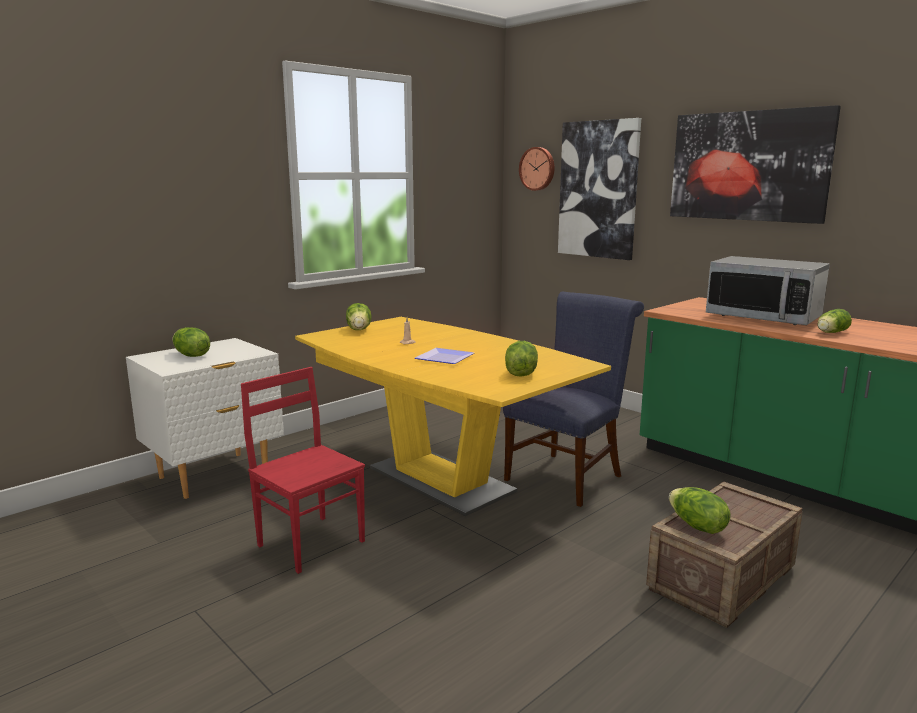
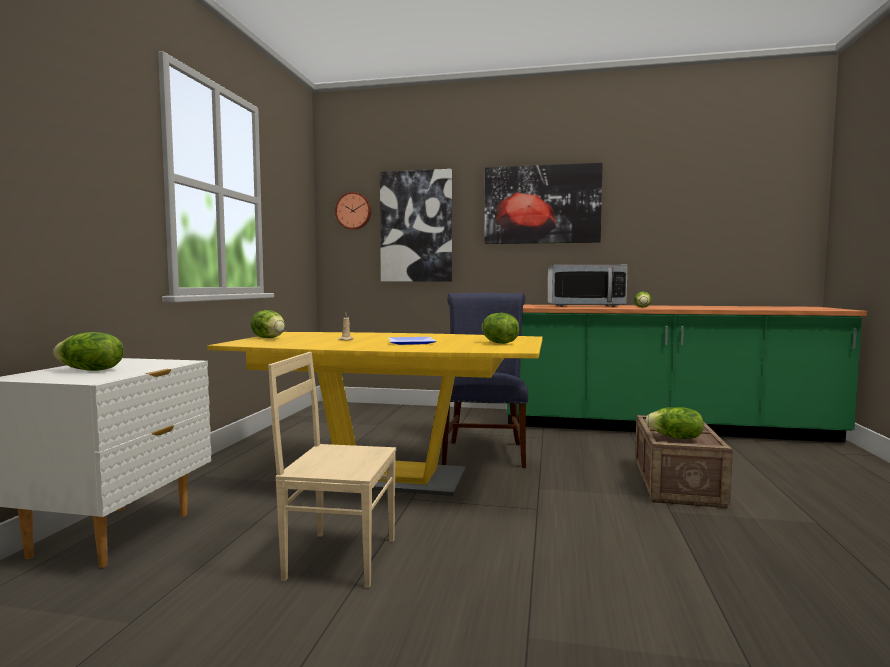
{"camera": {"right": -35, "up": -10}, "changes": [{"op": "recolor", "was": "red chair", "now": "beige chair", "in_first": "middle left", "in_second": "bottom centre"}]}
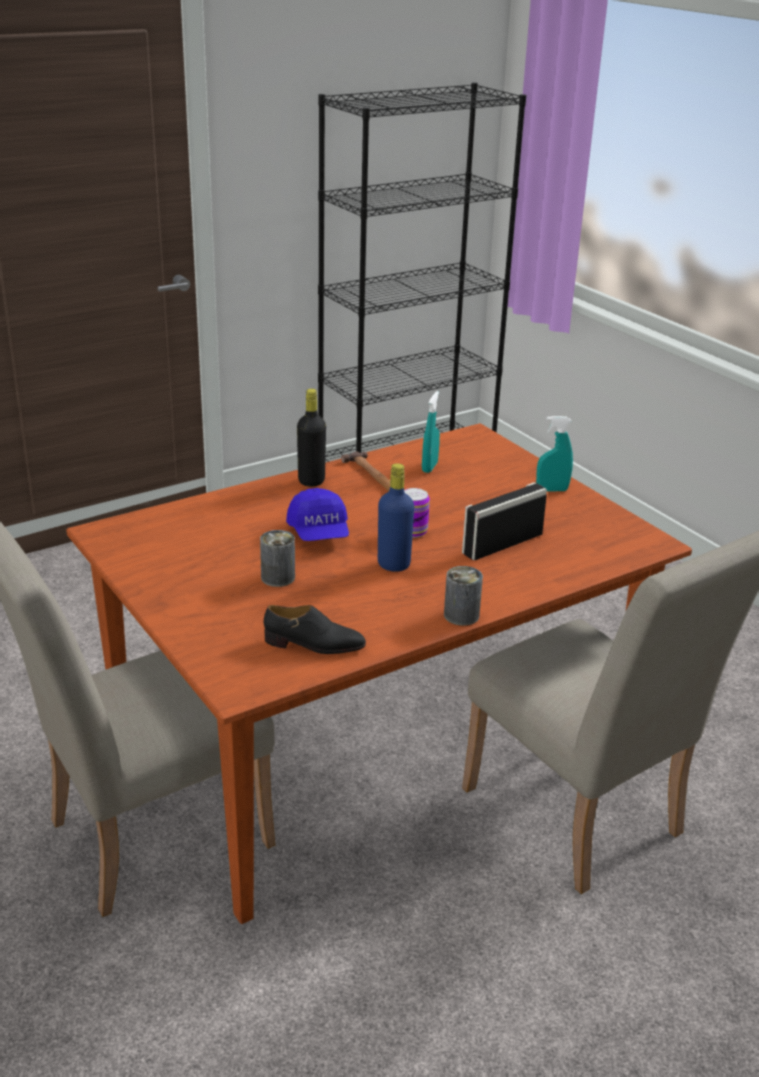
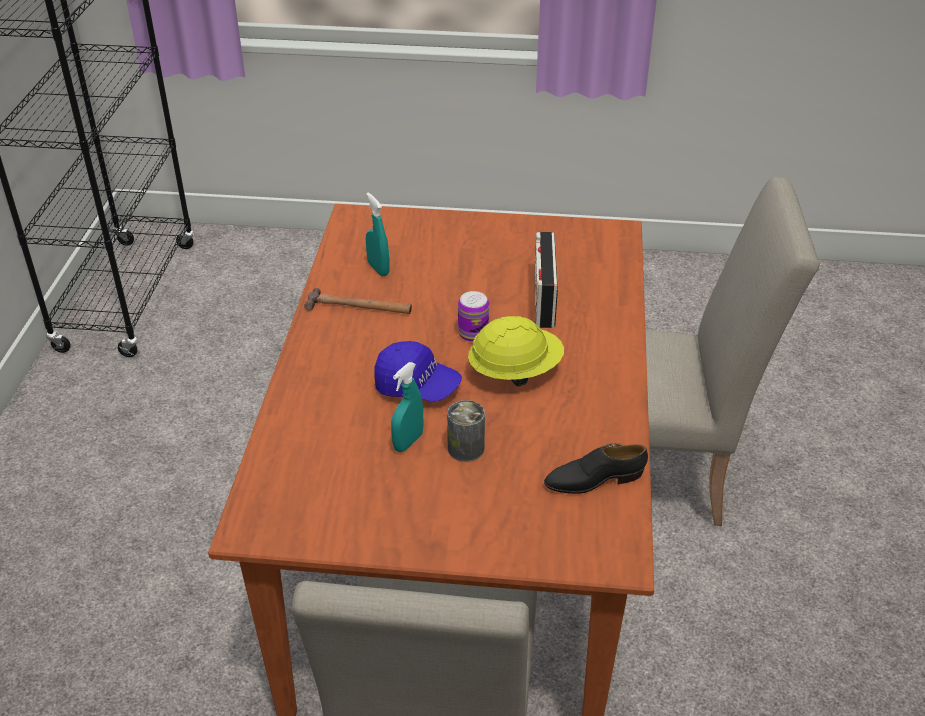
{"camera": {"right": -50, "up": 10}, "changes": [{"op": "rotate", "was": "black shoe", "in_first": "centre", "in_second": "centre", "clockwise": -150}, {"op": "delete", "was": "black bottle", "in_first": "centre"}, {"op": "replace", "was": "blue bottle", "now": "yellow hard hat", "in_first": "centre", "in_second": "centre"}, {"op": "delete", "was": "can (3rd from left)", "in_first": "centre"}, {"op": "move", "was": "turquoise spray bottle (2nd from left)", "in_first": "middle right", "in_second": "centre"}]}
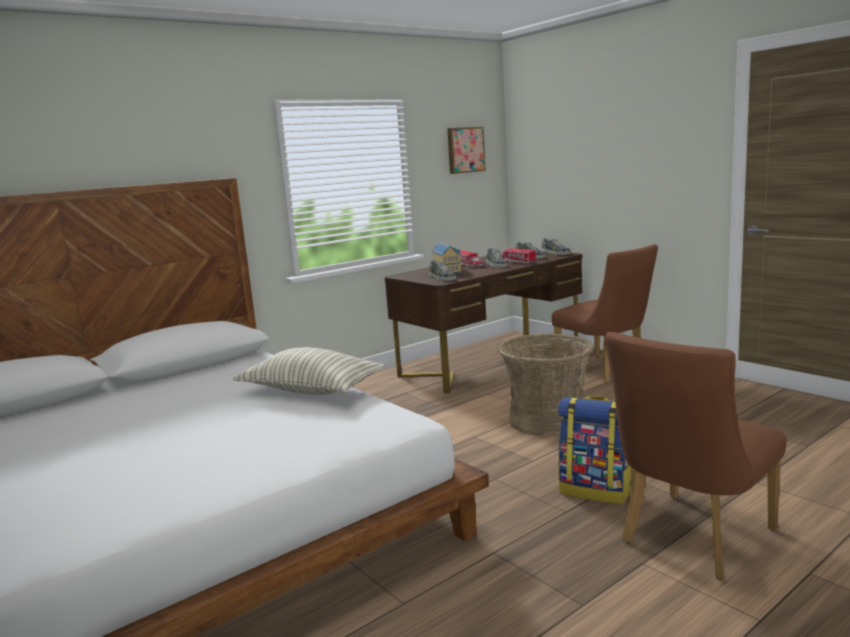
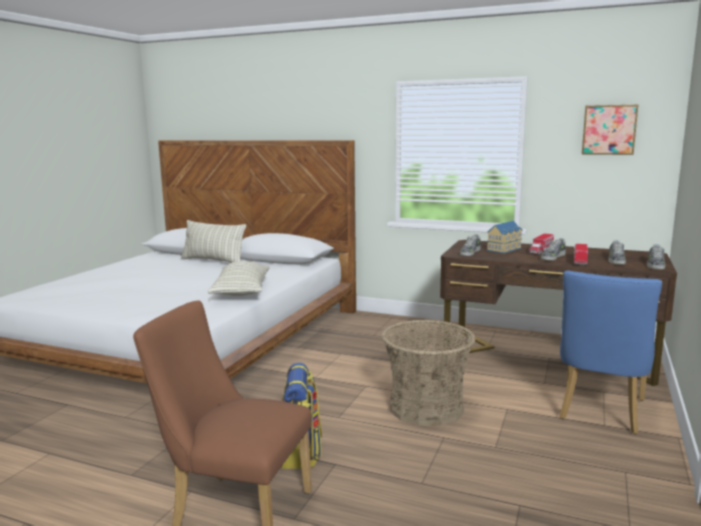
{"camera": {"right": 60, "up": 0}, "changes": [{"op": "recolor", "was": "brown chair (1st from left)", "now": "blue chair", "in_first": "middle right", "in_second": "bottom right"}, {"op": "insert", "now": "pillow (1st from left)", "in_second": "middle left"}]}
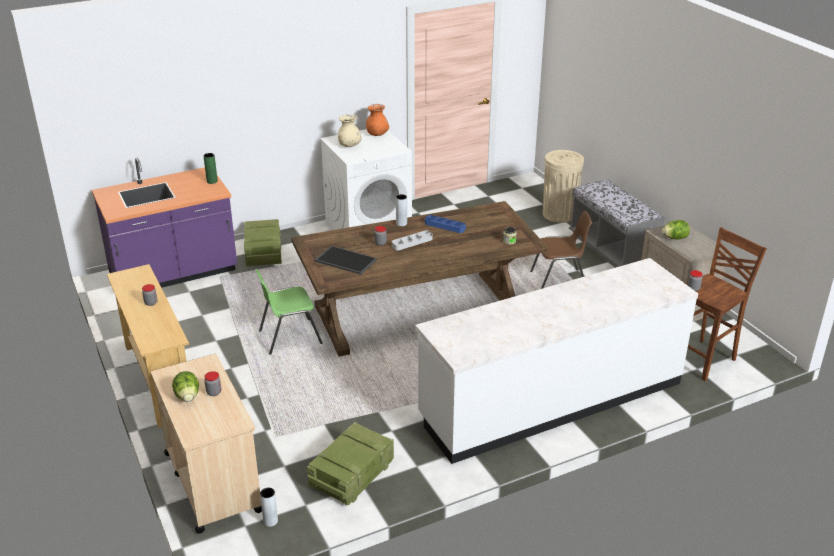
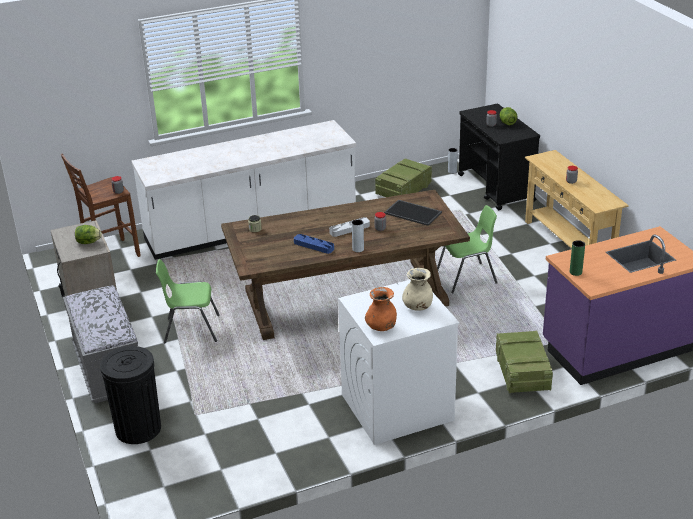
{"camera": {"right": -175, "up": 0}, "changes": [{"op": "recolor", "was": "beige cart", "now": "black cart", "in_first": "bottom left", "in_second": "top right"}, {"op": "recolor", "was": "brown chair", "now": "green chair (1st from left)", "in_first": "middle right", "in_second": "middle left"}, {"op": "recolor", "was": "beige trash can", "now": "black trash can", "in_first": "middle right", "in_second": "bottom left"}]}
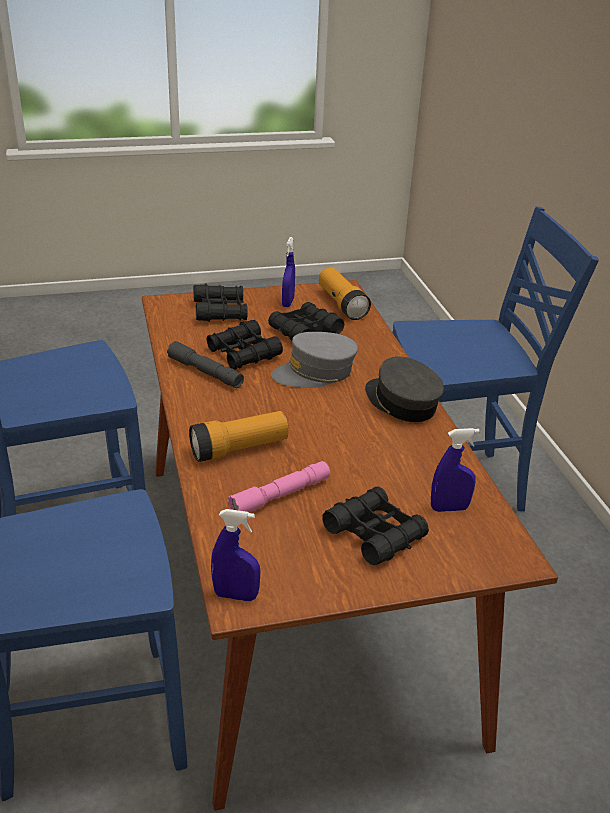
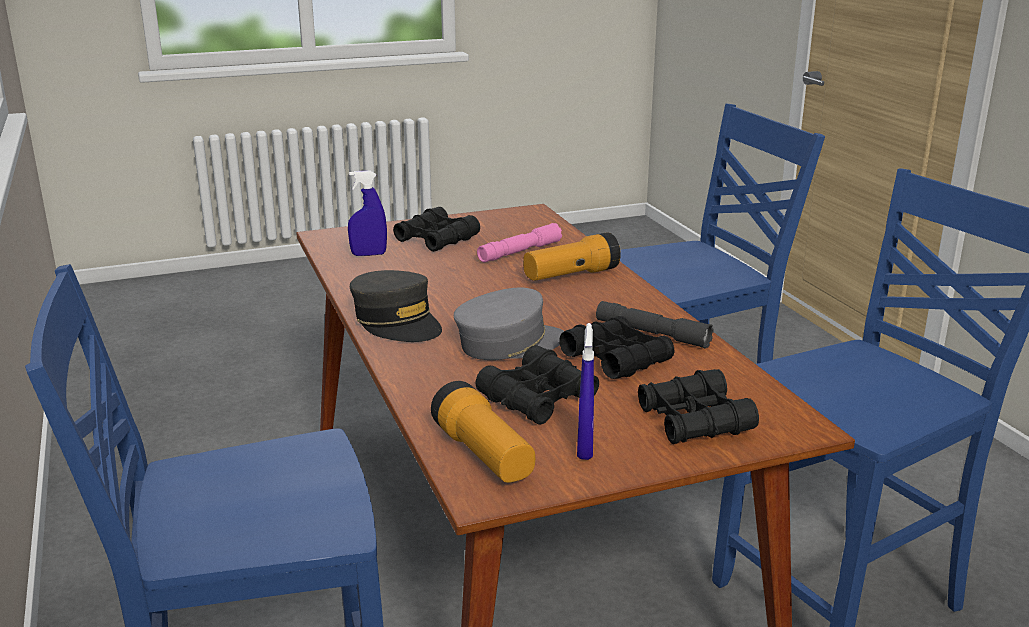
{"camera": {"right": 175, "up": -10}, "changes": [{"op": "delete", "was": "blue spray bottle (1st from left)", "in_first": "bottom centre"}]}
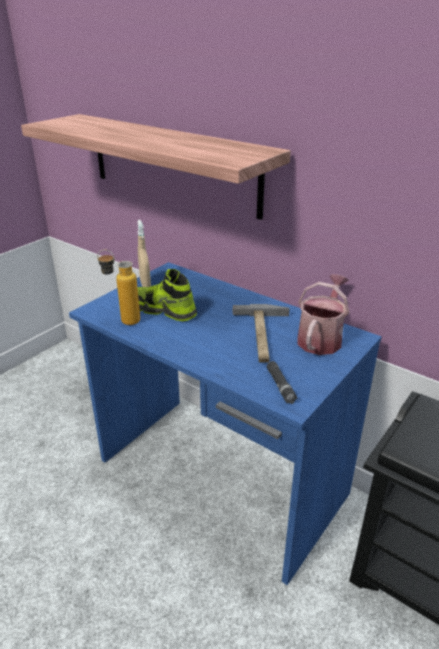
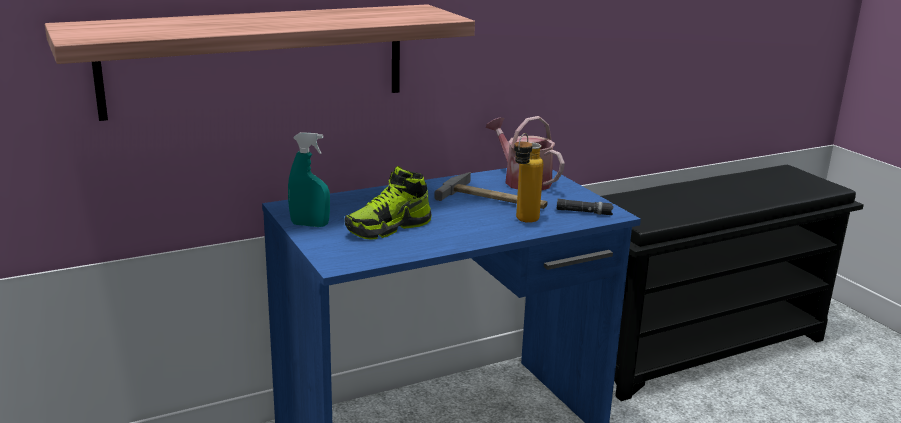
{"camera": {"right": -65, "up": -10}, "changes": [{"op": "move", "was": "bottle", "in_first": "middle left", "in_second": "centre"}, {"op": "recolor", "was": "beige spray bottle", "now": "turquoise spray bottle", "in_first": "middle left", "in_second": "centre"}]}
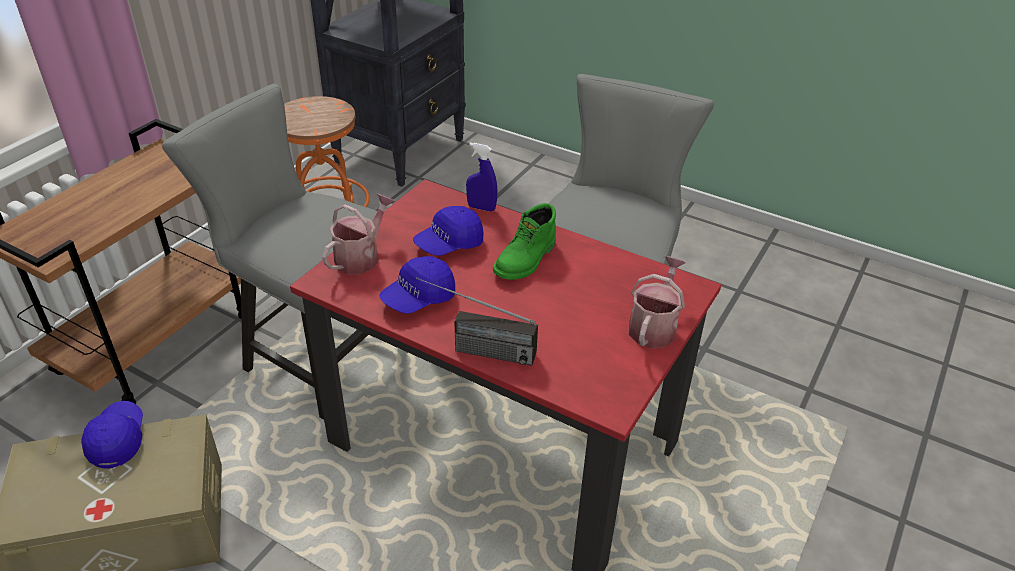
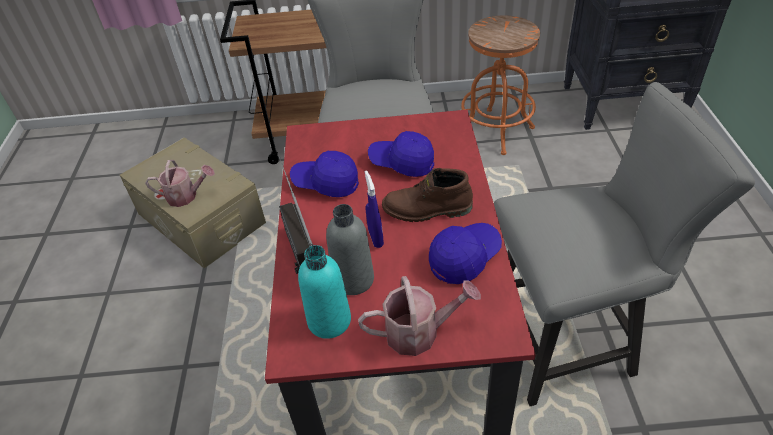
{"camera": {"right": 60, "up": 5}, "changes": [{"op": "move", "was": "blue cap (1st from left in the first image)", "now": "blue cap (3rd from left)", "in_first": "bottom left", "in_second": "centre"}, {"op": "move", "was": "watering can (1st from left)", "in_first": "centre", "in_second": "middle left"}, {"op": "move", "was": "blue spray bottle", "in_first": "top centre", "in_second": "centre"}, {"op": "recolor", "was": "green boot", "now": "brown boot", "in_first": "centre", "in_second": "centre"}, {"op": "insert", "now": "turquoise bottle", "in_second": "bottom centre"}, {"op": "insert", "now": "grey bottle", "in_second": "centre"}]}
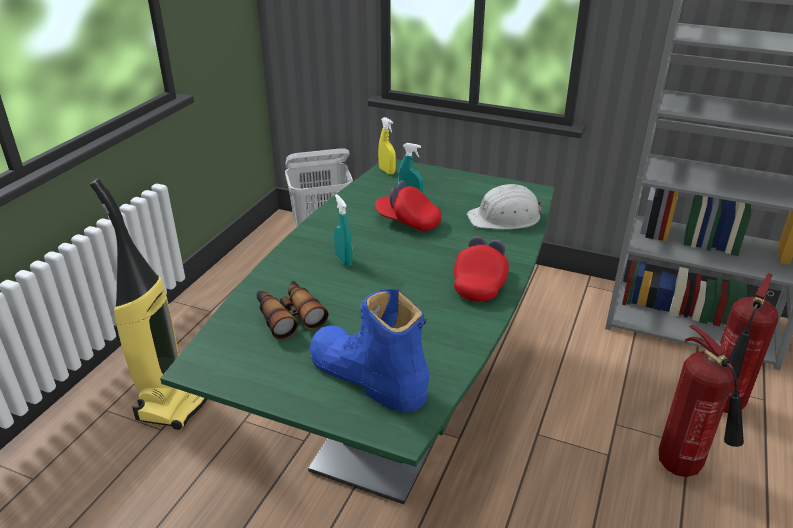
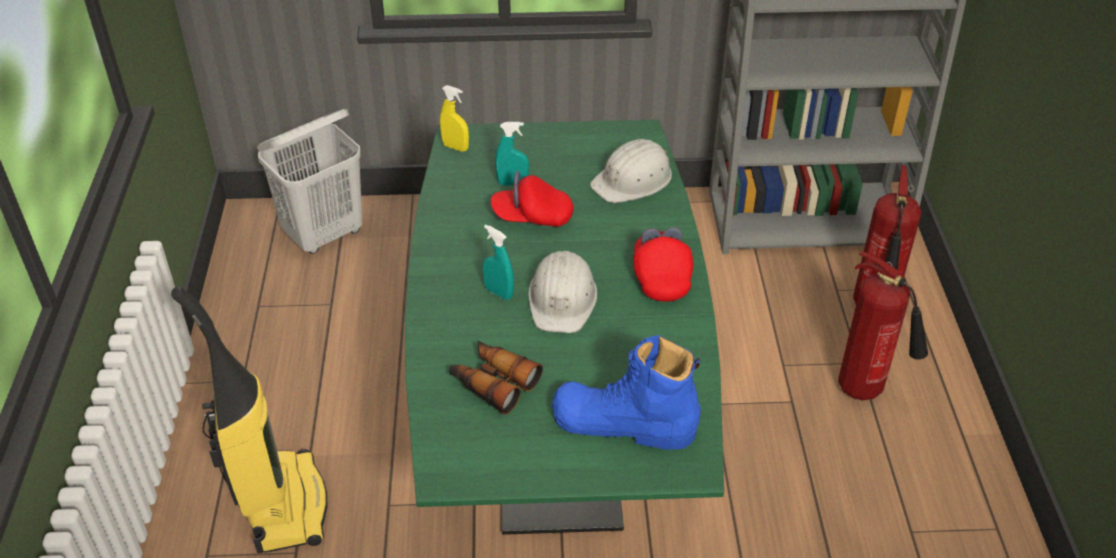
{"camera": {"right": -25, "up": 10}, "changes": [{"op": "insert", "now": "white hard hat (1st from left)", "in_second": "centre"}]}
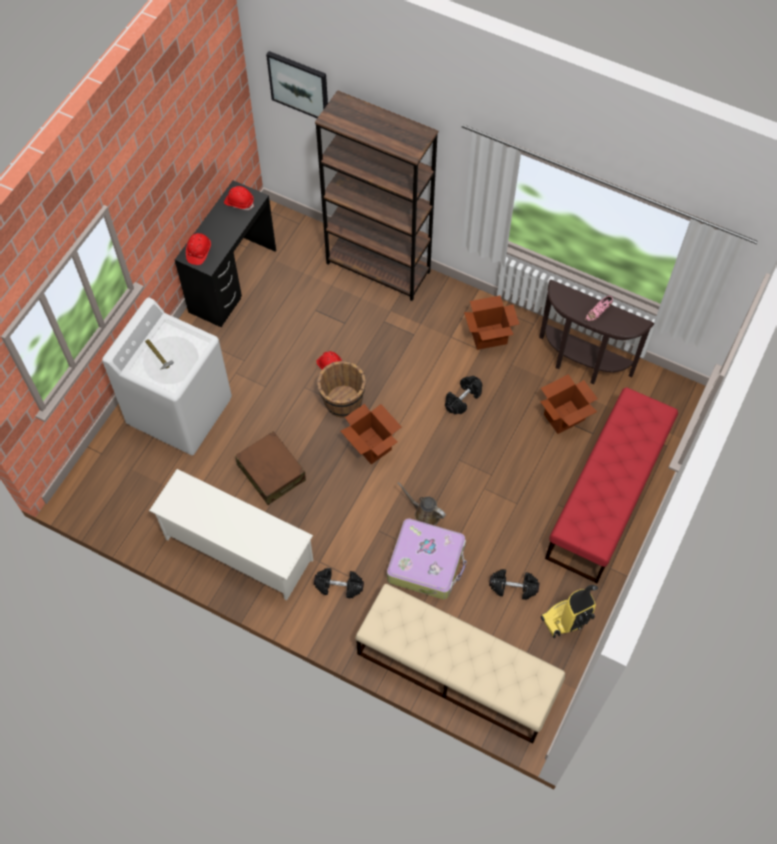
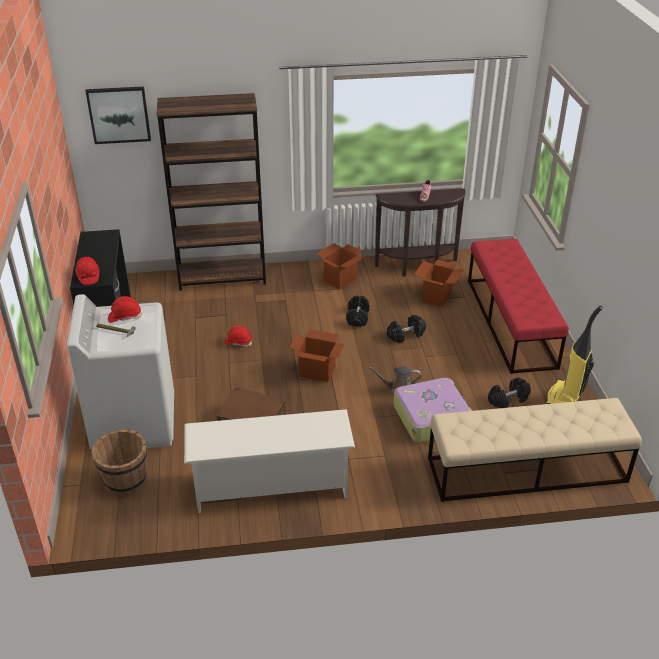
{"camera": {"right": -35, "up": -25}, "changes": [{"op": "move", "was": "red hard hat (2nd from left)", "in_first": "top left", "in_second": "middle left"}, {"op": "move", "was": "black dumbbell (1st from left in the first image)", "now": "black dumbbell (2nd from left)", "in_first": "bottom centre", "in_second": "centre"}, {"op": "move", "was": "brown bucket", "in_first": "centre", "in_second": "bottom left"}]}
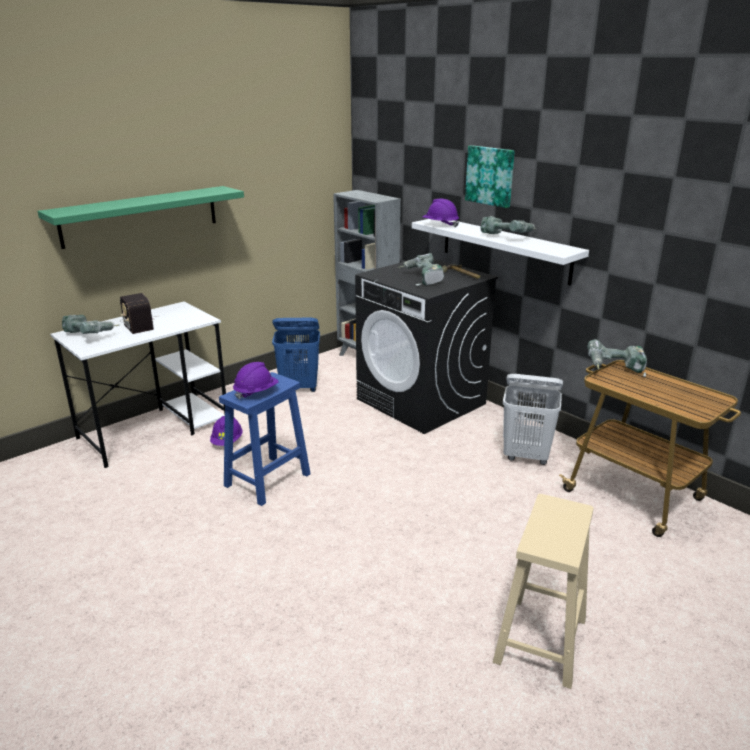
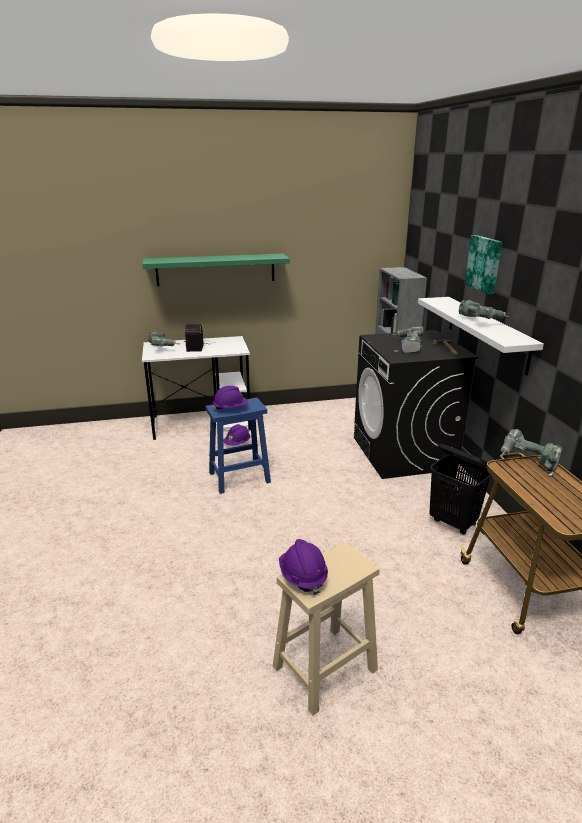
{"camera": {"right": 30, "up": 0}, "changes": [{"op": "delete", "was": "blue laundry basket", "in_first": "centre"}, {"op": "move", "was": "purple hard hat (3rd from left)", "in_first": "top centre", "in_second": "bottom centre"}, {"op": "recolor", "was": "white laundry basket", "now": "black laundry basket", "in_first": "middle right", "in_second": "middle right"}]}
